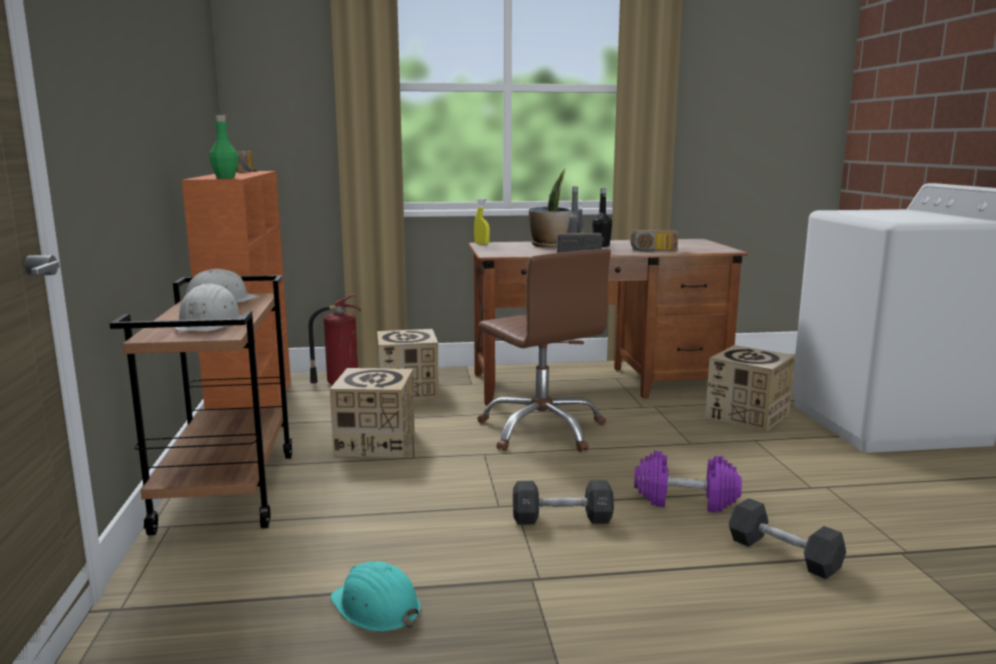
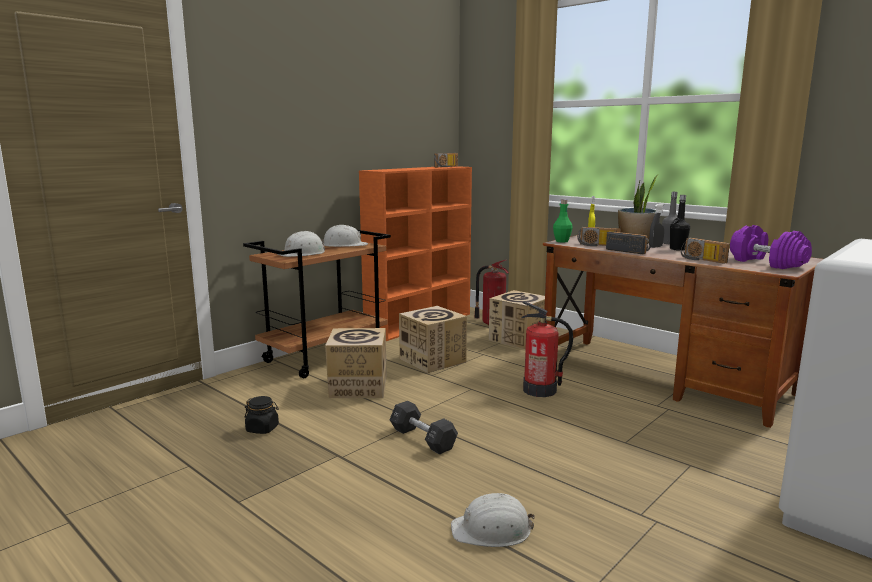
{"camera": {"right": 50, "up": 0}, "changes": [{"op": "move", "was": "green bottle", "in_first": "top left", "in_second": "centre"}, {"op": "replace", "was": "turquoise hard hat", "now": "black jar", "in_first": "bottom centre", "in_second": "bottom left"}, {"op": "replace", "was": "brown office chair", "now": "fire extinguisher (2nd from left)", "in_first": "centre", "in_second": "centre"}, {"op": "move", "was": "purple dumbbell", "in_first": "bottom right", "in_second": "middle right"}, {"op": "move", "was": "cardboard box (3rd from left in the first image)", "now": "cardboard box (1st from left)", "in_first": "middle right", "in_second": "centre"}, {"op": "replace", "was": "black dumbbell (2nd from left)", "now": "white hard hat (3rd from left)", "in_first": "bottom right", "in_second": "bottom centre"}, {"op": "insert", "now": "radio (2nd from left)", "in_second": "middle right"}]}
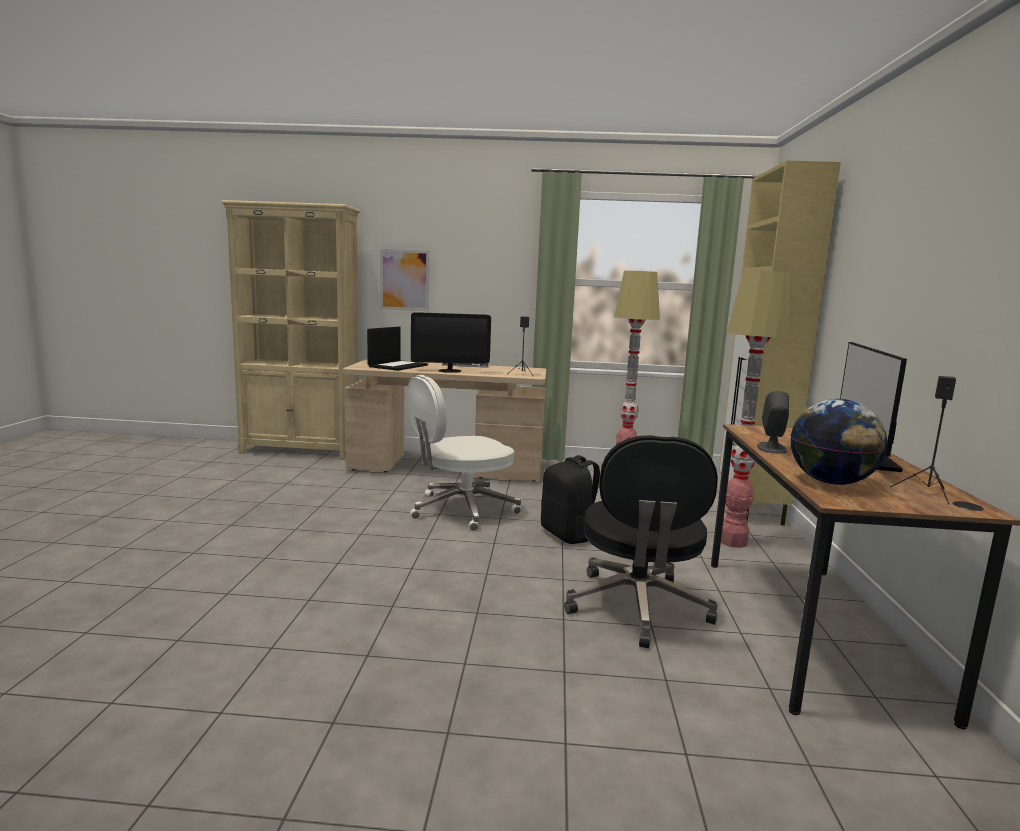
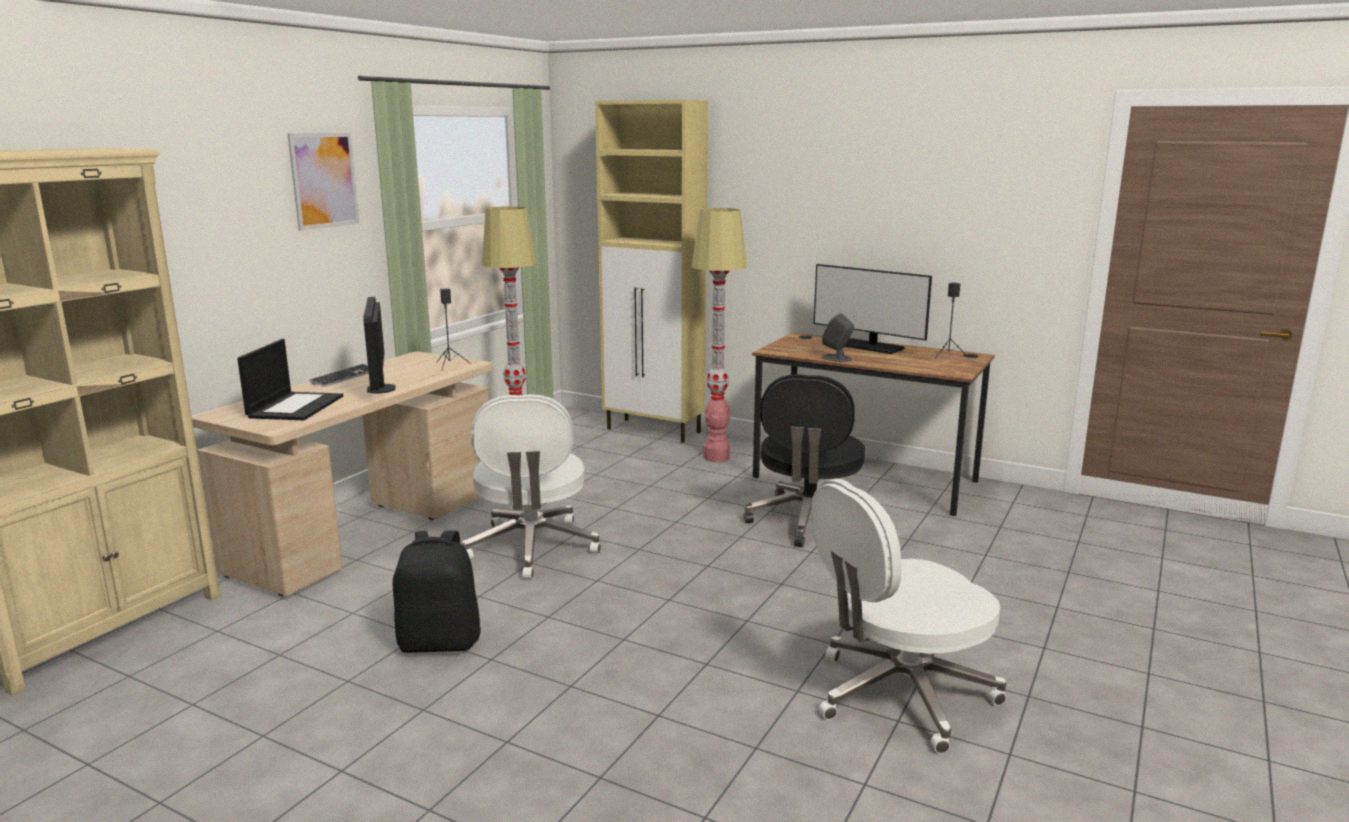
{"camera": {"right": -65, "up": 5}, "changes": [{"op": "rotate", "was": "laptop", "in_first": "centre", "in_second": "middle left", "clockwise": 45}, {"op": "move", "was": "picture", "in_first": "centre", "in_second": "top left"}, {"op": "rotate", "was": "monitor (1st from left)", "in_first": "centre", "in_second": "middle left", "clockwise": 150}, {"op": "move", "was": "black backpack", "in_first": "centre", "in_second": "bottom left"}, {"op": "rotate", "was": "black office chair", "in_first": "centre", "in_second": "centre", "clockwise": 75}, {"op": "delete", "was": "globe", "in_first": "middle right"}, {"op": "insert", "now": "white office chair (2nd from left)", "in_second": "bottom right"}]}
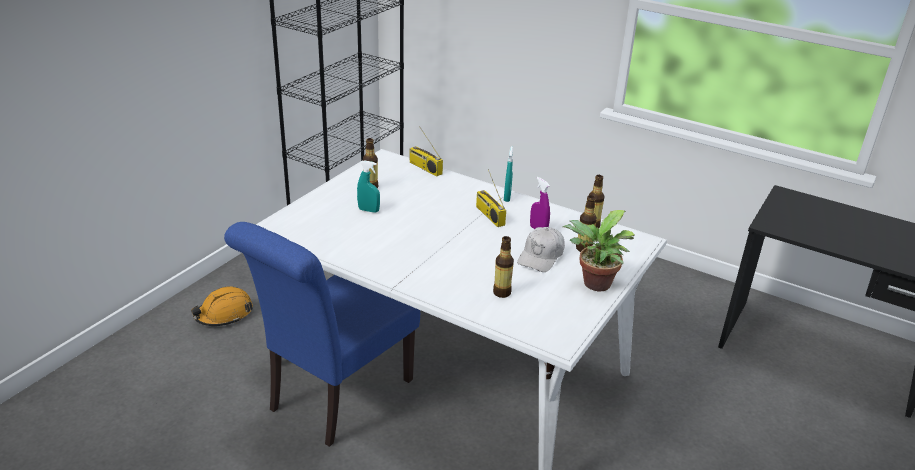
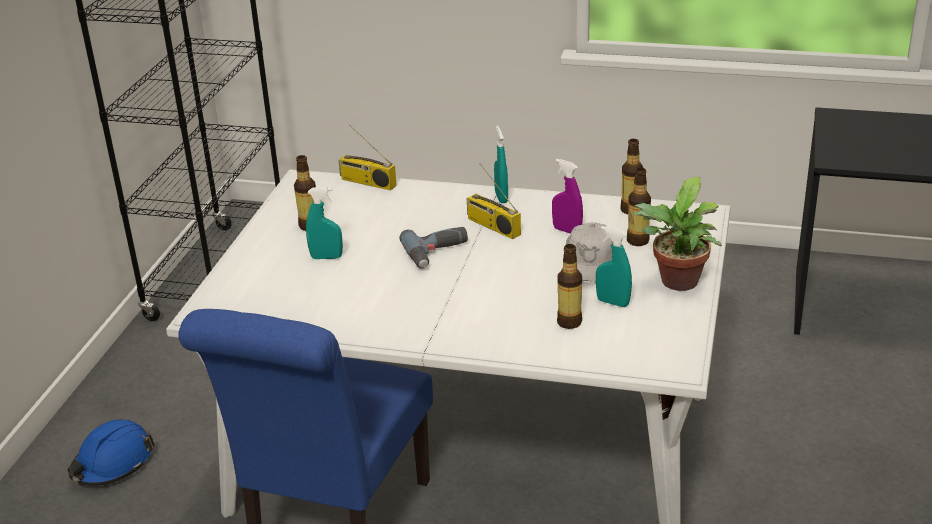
{"camera": {"right": -15, "up": 0}, "changes": [{"op": "recolor", "was": "orange hard hat", "now": "blue hard hat", "in_first": "middle left", "in_second": "bottom left"}, {"op": "insert", "now": "power drill", "in_second": "centre"}, {"op": "insert", "now": "turquoise spray bottle (3rd from left)", "in_second": "centre"}]}
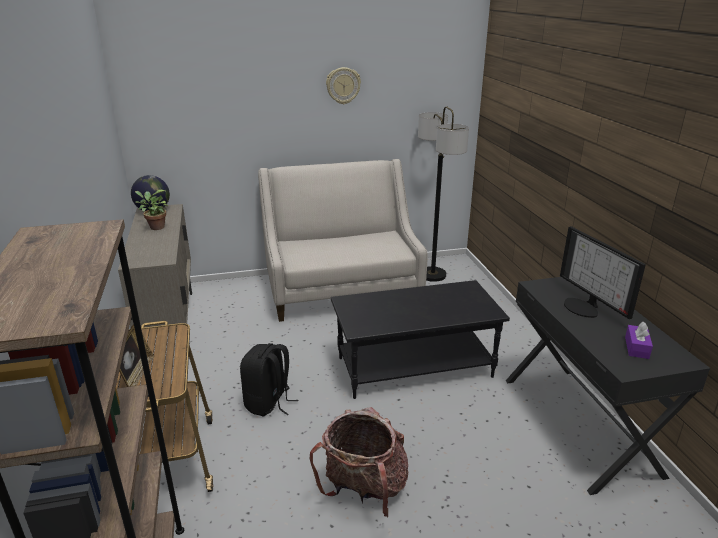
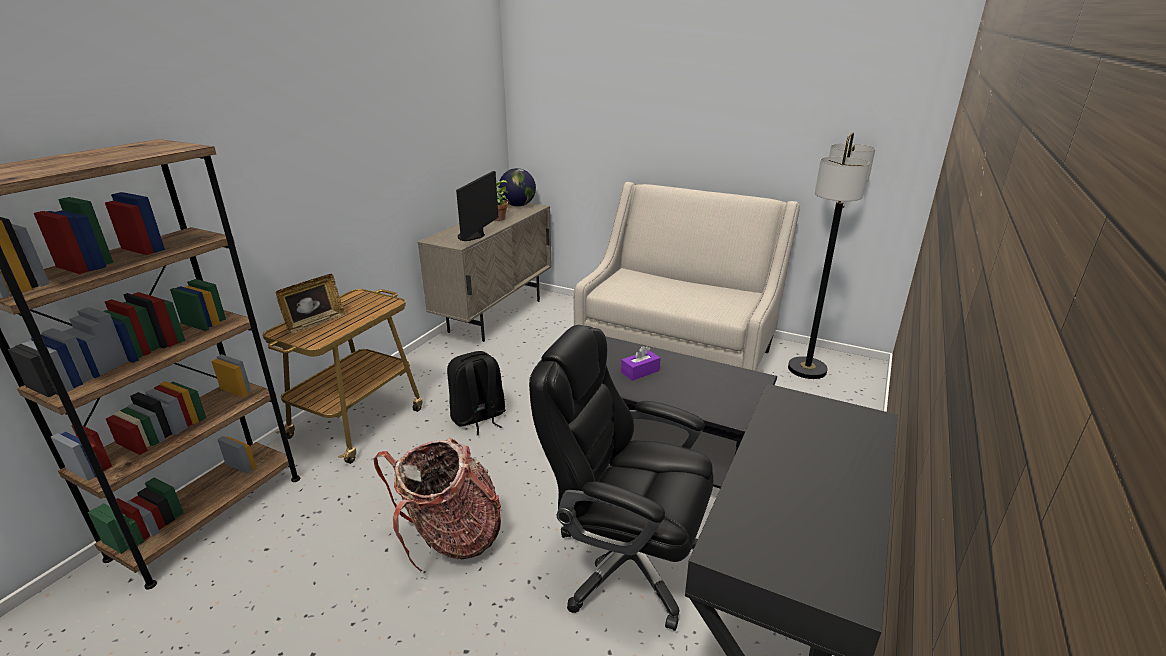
{"camera": {"right": 40, "up": 0}, "changes": [{"op": "delete", "was": "wall clock", "in_first": "top centre"}, {"op": "move", "was": "monitor", "in_first": "middle right", "in_second": "top centre"}, {"op": "move", "was": "purple tissue box", "in_first": "middle right", "in_second": "centre"}, {"op": "insert", "now": "black office chair", "in_second": "bottom centre"}]}
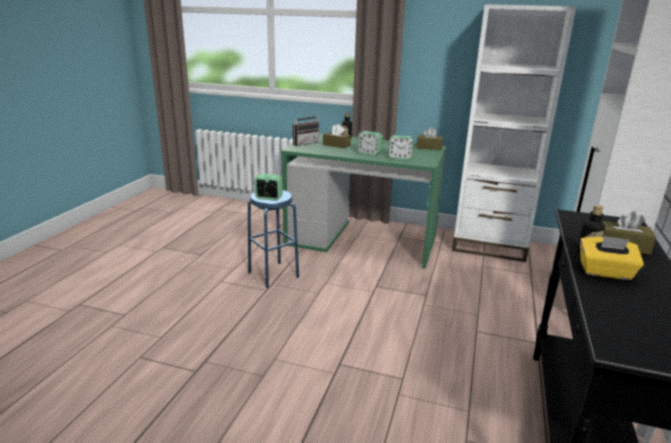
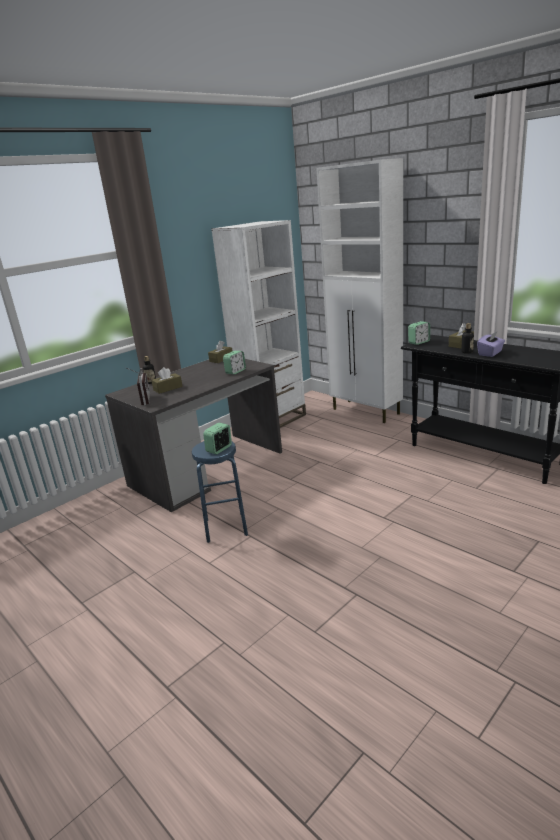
{"camera": {"right": -60, "up": 0}, "changes": [{"op": "recolor", "was": "green desk", "now": "grey desk", "in_first": "centre", "in_second": "centre"}, {"op": "move", "was": "alarm clock (2nd from left in the first image)", "now": "alarm clock (3rd from left)", "in_first": "top centre", "in_second": "middle right"}, {"op": "recolor", "was": "yellow tissue box", "now": "purple tissue box", "in_first": "middle right", "in_second": "middle right"}]}
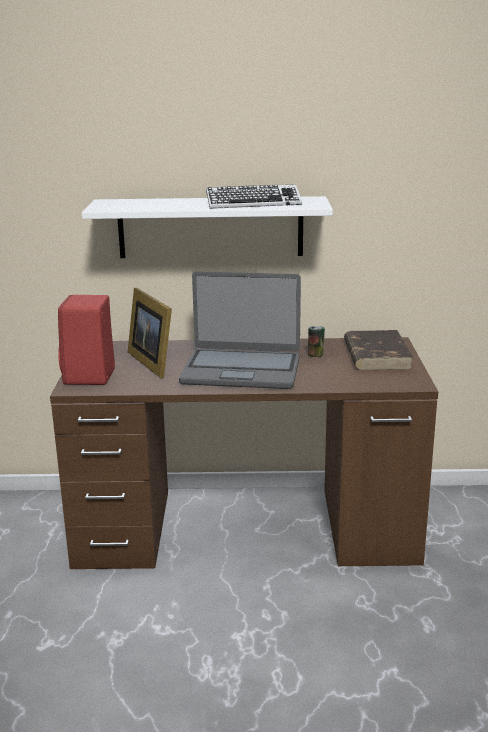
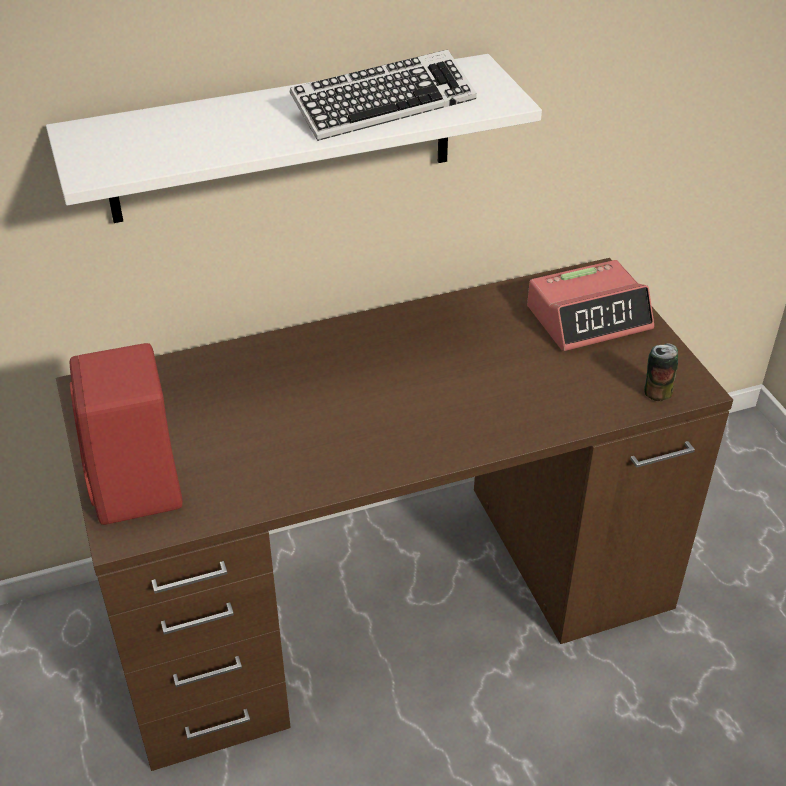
{"camera": {"right": -20, "up": 20}, "changes": [{"op": "delete", "was": "picture frame", "in_first": "middle left"}, {"op": "delete", "was": "laptop", "in_first": "centre"}, {"op": "move", "was": "can", "in_first": "centre", "in_second": "middle right"}, {"op": "replace", "was": "brown book", "now": "alarm clock", "in_first": "middle right", "in_second": "middle right"}]}
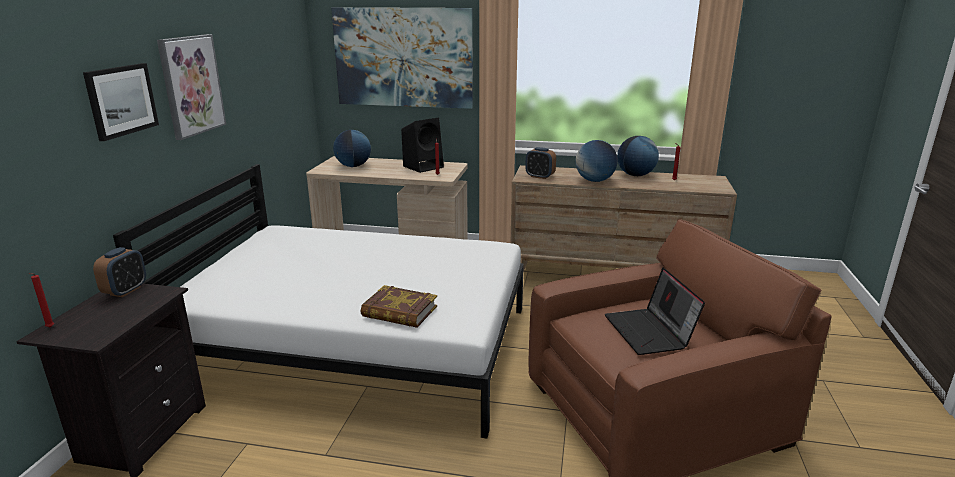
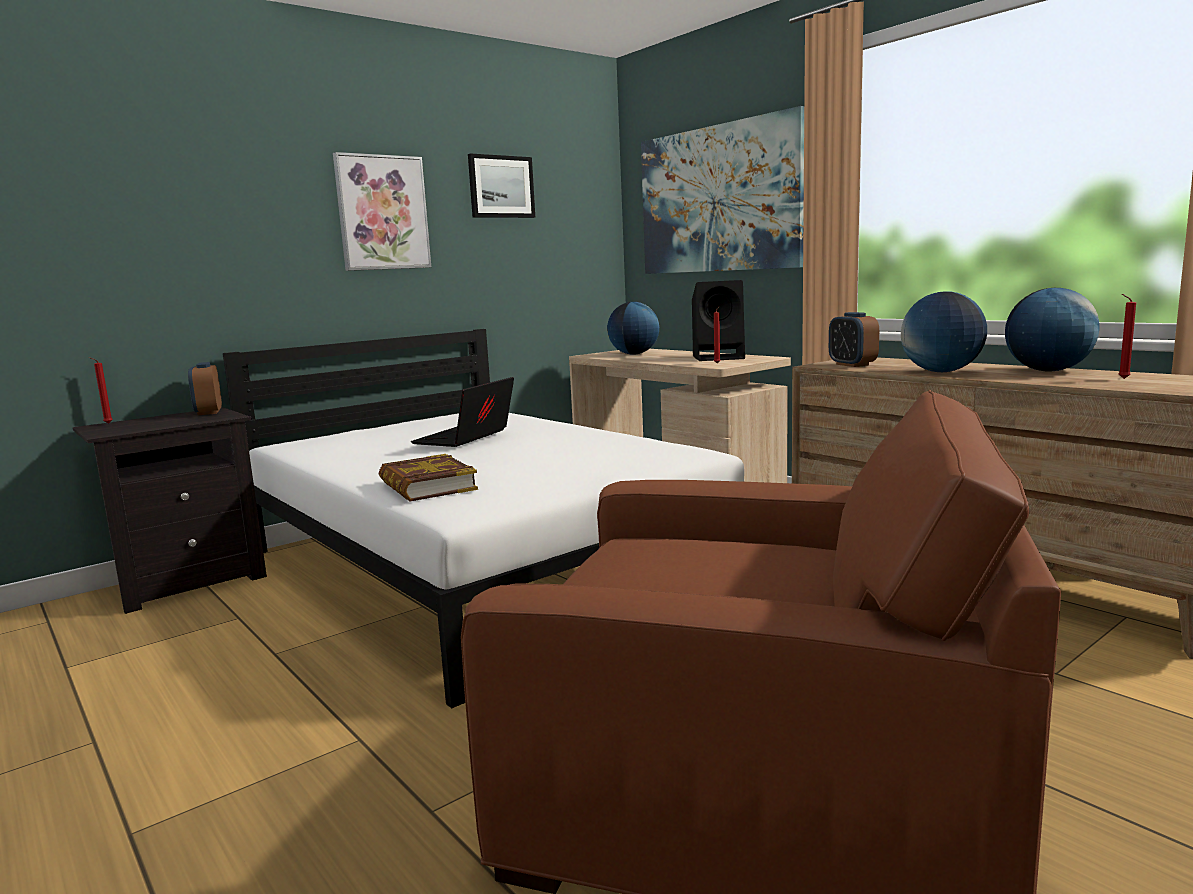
{"camera": {"right": 40, "up": -10}, "changes": [{"op": "move", "was": "picture (1st from left in the first image)", "now": "picture (2nd from left)", "in_first": "top left", "in_second": "top centre"}, {"op": "rotate", "was": "alarm clock (1st from left)", "in_first": "middle left", "in_second": "middle left", "clockwise": 105}, {"op": "move", "was": "laptop", "in_first": "middle right", "in_second": "centre"}]}
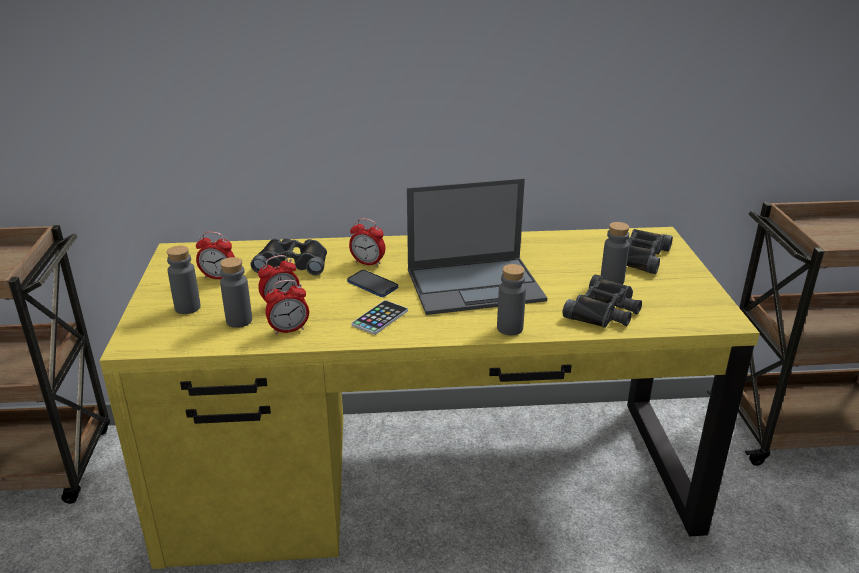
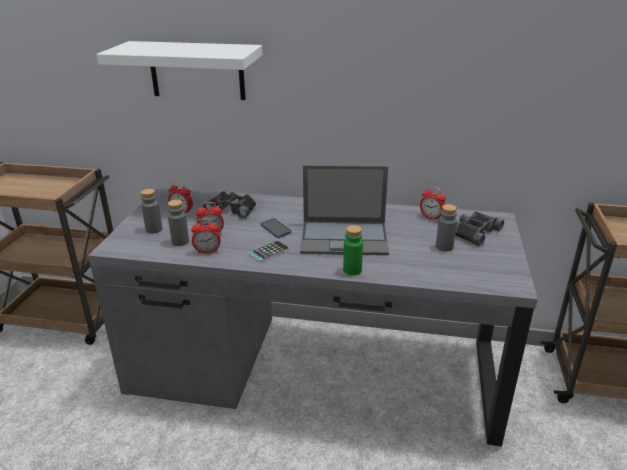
{"camera": {"right": 15, "up": 0}, "changes": [{"op": "recolor", "was": "yellow desk", "now": "grey desk", "in_first": "bottom centre", "in_second": "bottom centre"}, {"op": "move", "was": "alarm clock (4th from left)", "in_first": "centre", "in_second": "middle right"}, {"op": "recolor", "was": "grey bottle (3rd from left)", "now": "green bottle", "in_first": "centre", "in_second": "centre"}, {"op": "delete", "was": "black binoculars (2nd from left)", "in_first": "middle right"}, {"op": "insert", "now": "white shelf", "in_second": "top left"}]}
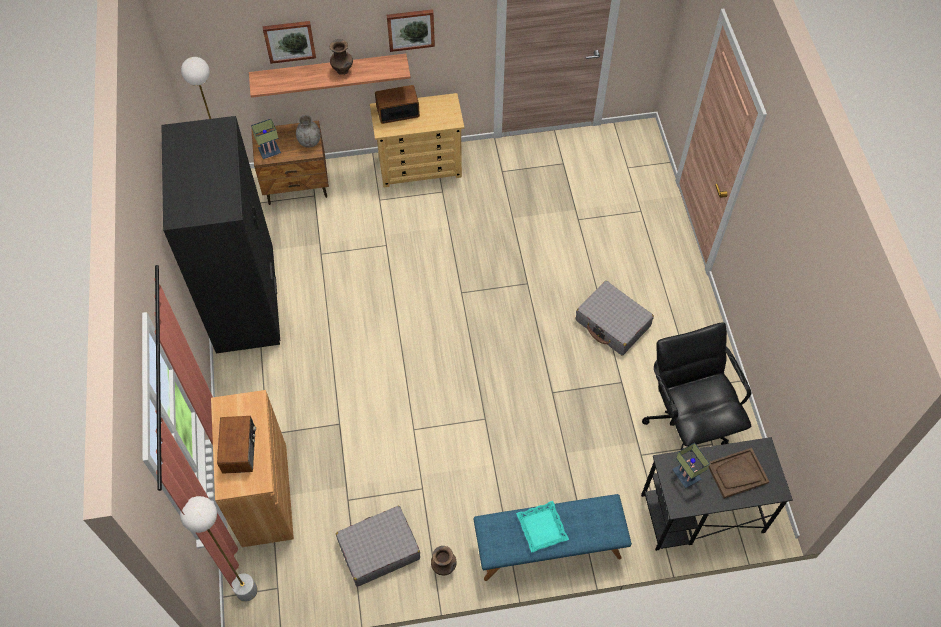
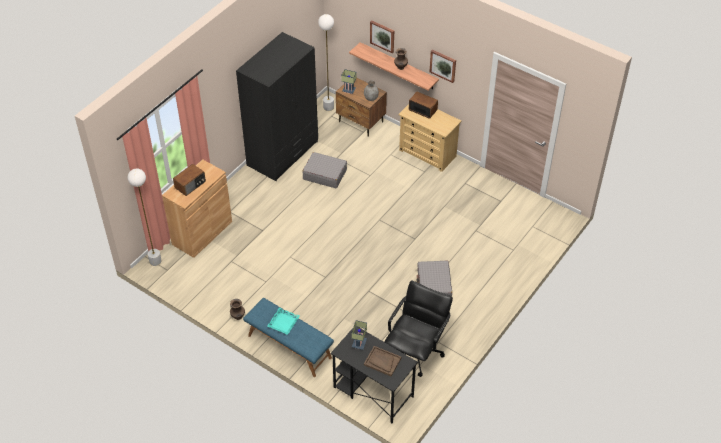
{"camera": {"right": 45, "up": -10}, "changes": [{"op": "move", "was": "grey suitcase (1st from left)", "in_first": "bottom centre", "in_second": "centre"}]}
